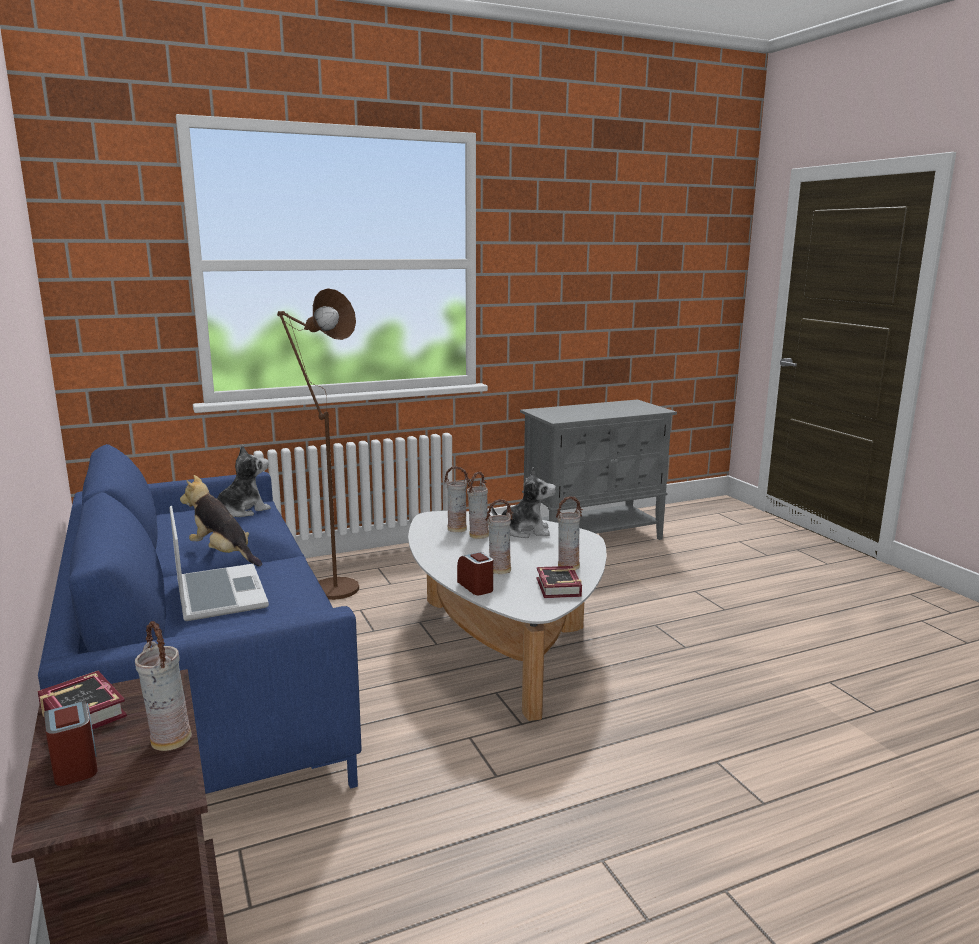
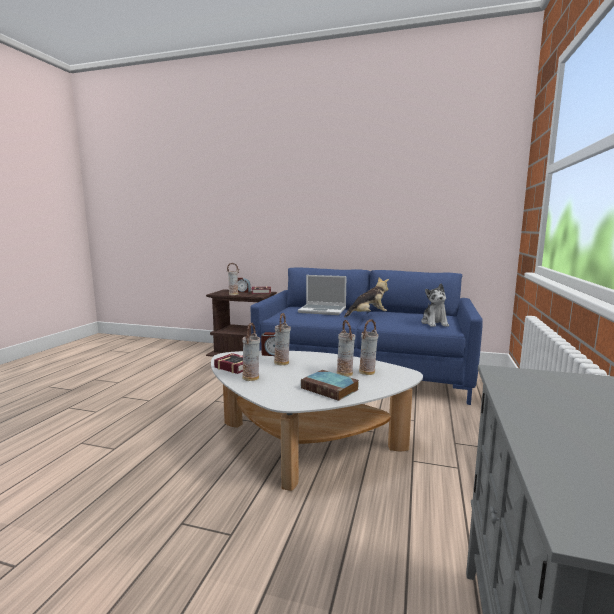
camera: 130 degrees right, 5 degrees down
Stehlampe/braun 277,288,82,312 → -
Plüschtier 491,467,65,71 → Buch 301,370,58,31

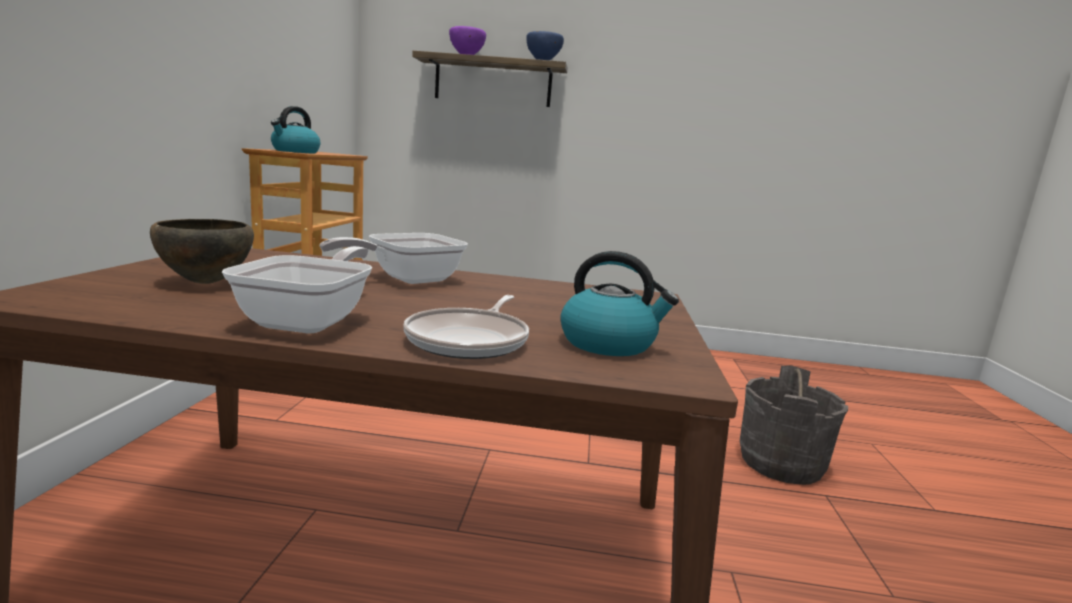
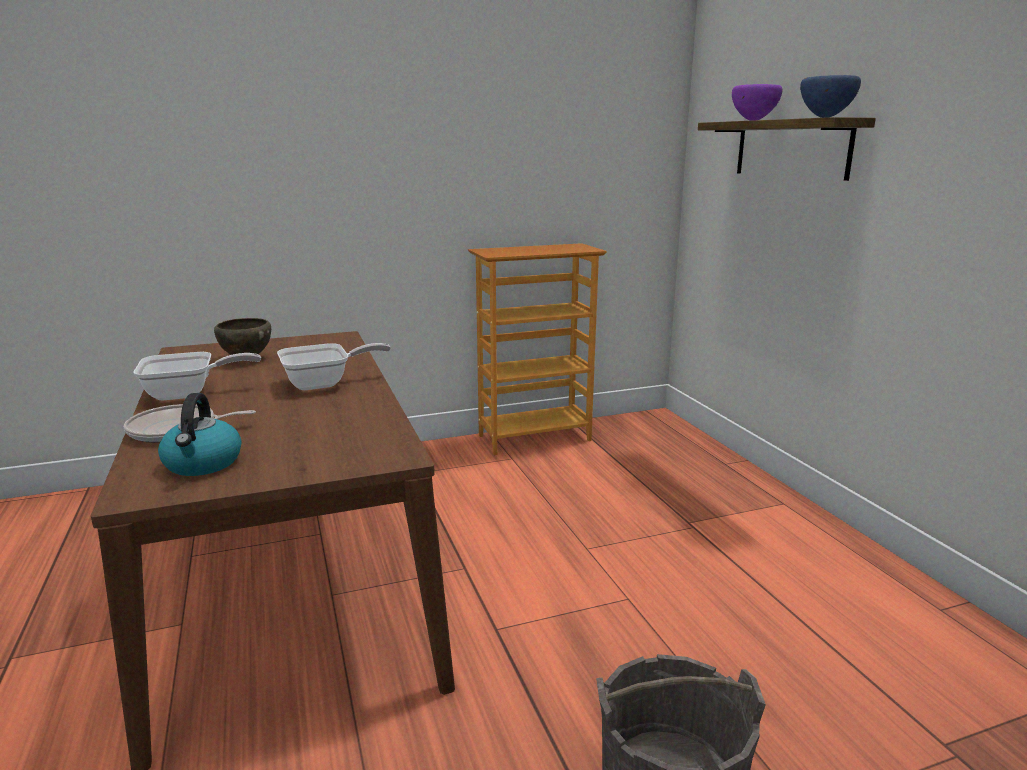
camera: 65 degrees right, 5 degrees up
Wasserkessel 271,106,50,48 → -
Pfanne 320,233,148,51 → Pfanne 277,343,114,47, 135 degrees clockwise

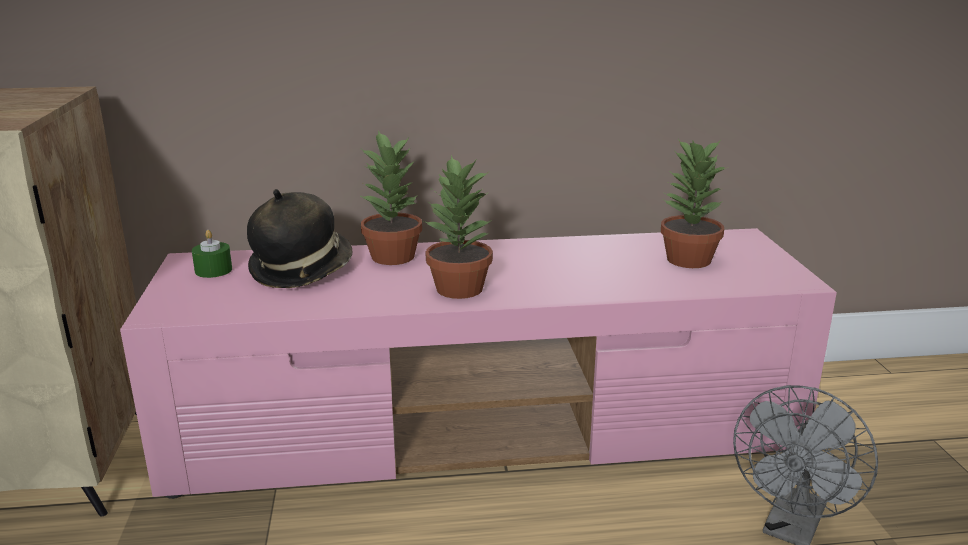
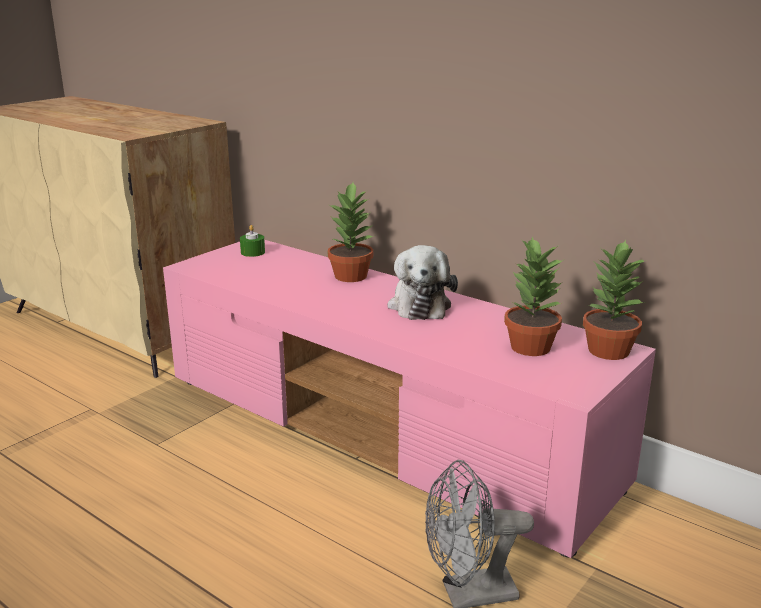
camera: 45 degrees right, 0 degrees up
Hut 247,189,105,99 → -
- → Plüschtier 387,245,71,75
Topfpflanze 424,155,69,144 → Topfpflanze 583,240,64,120, moved

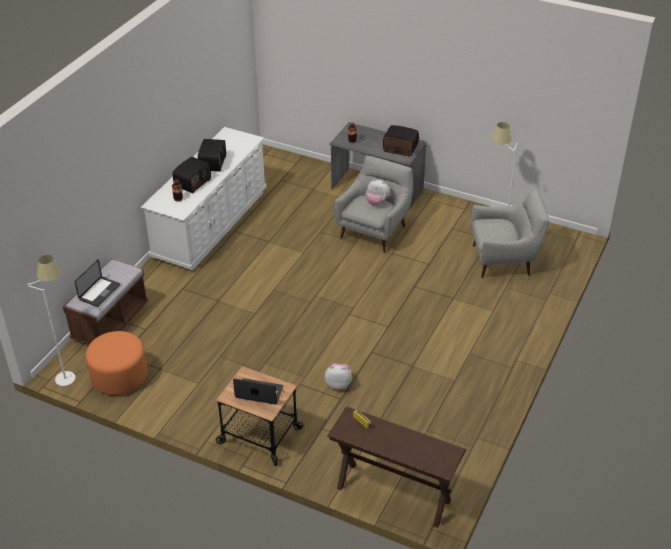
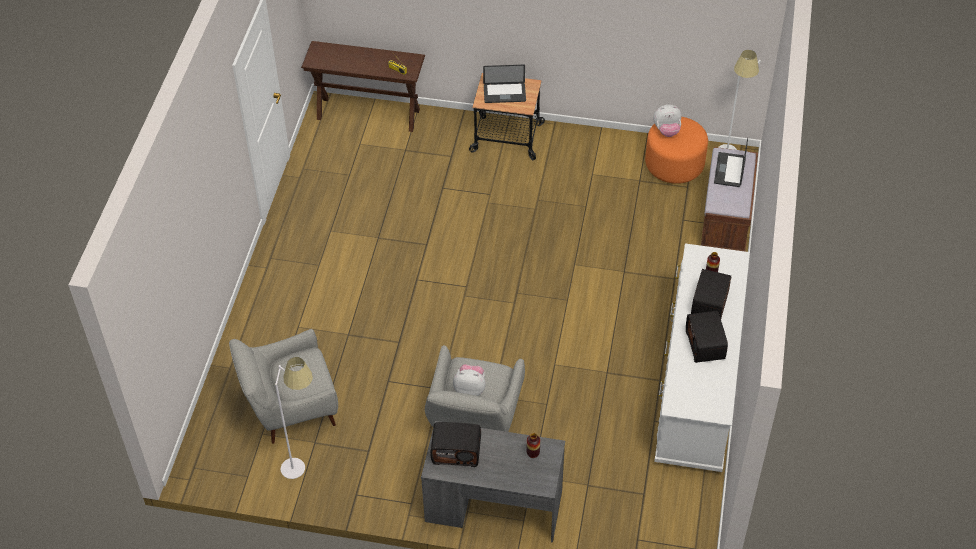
camera: 165 degrees right, 10 degrees up
Plüschtier 325,363,26,27 → Plüschtier 653,105,29,32, moved

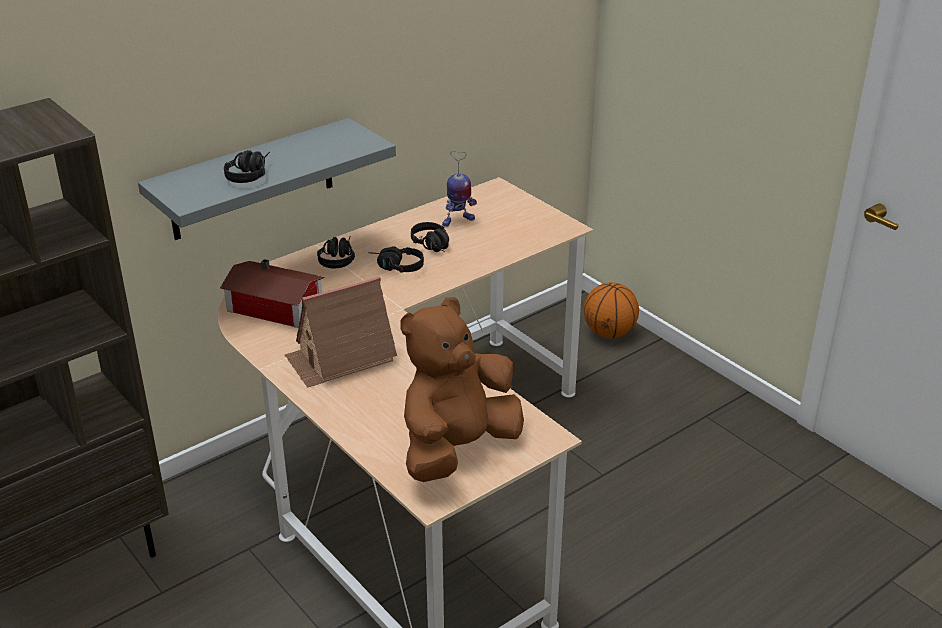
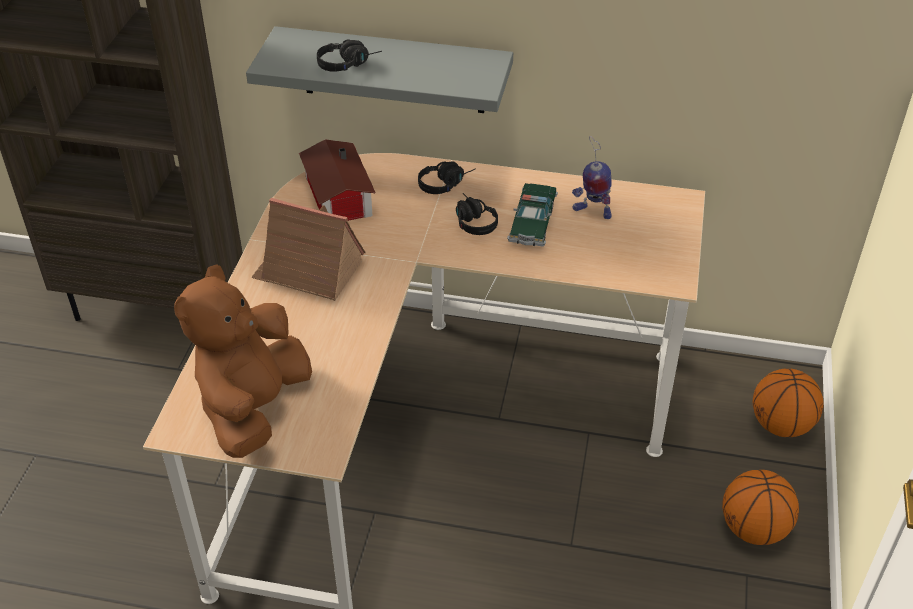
camera: 50 degrees right, 10 degrees up
- → Basketball 722,470,77,75
Kopfhörer/schwarz 411,222,38,30 → Spielzeugauto 507,183,51,63
Plüschtier/braun 400,297,124,185 → Plüschtier/braun 174,264,138,194, 75 degrees counterclockwise

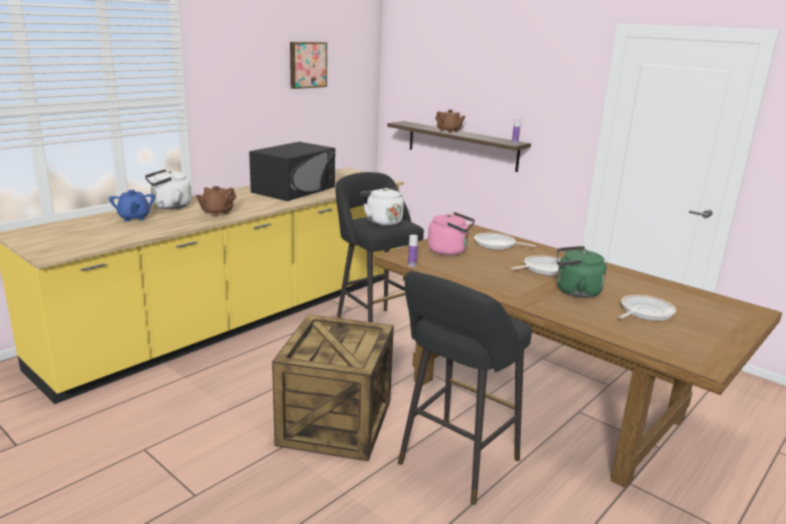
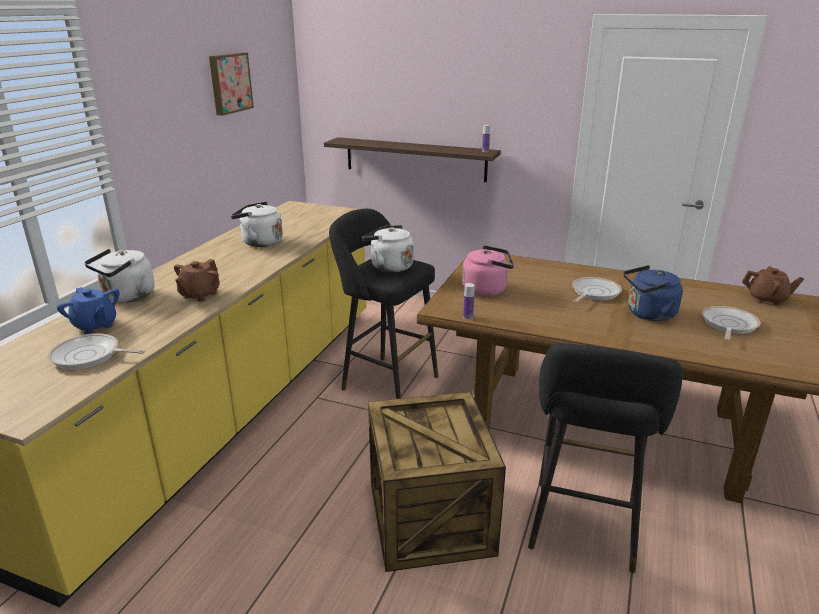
camera: 20 degrees left, 5 degrees up
Teekanne/braun 435,109,30,24 → Teekanne/braun 742,266,62,40, moved
Pfanne 474,233,62,17 → Pfanne 48,333,97,36, moved
Mikrowelle/schwarz 249,142,86,59 → Wasserkessel/weiß 231,202,52,45
Wasserkessel/grün 557,246,50,52 → Wasserkessel/blau 623,265,60,56

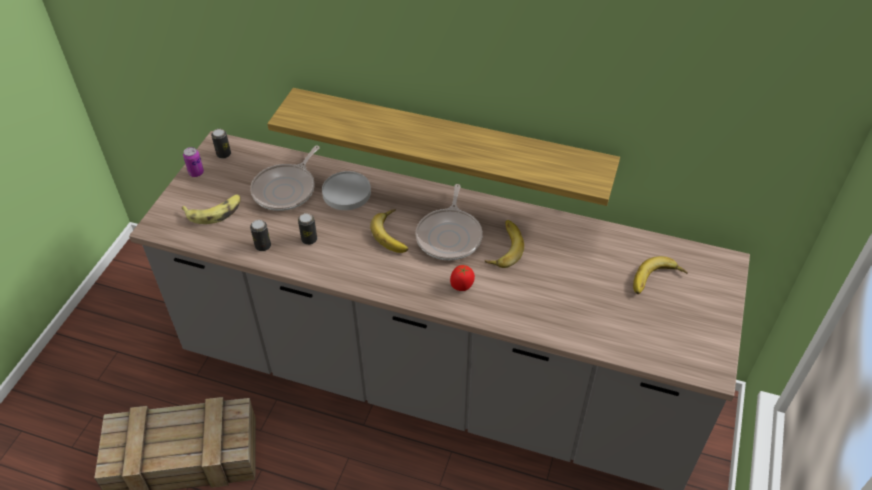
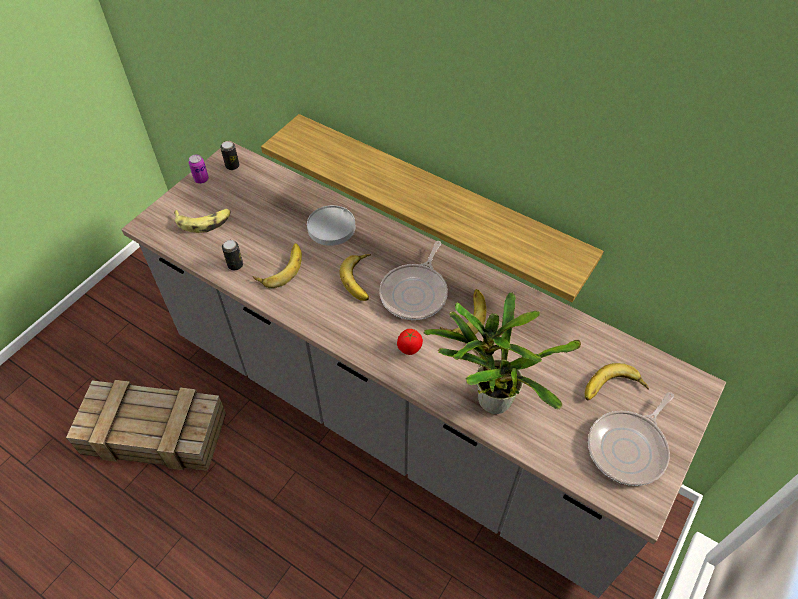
camera: 15 degrees right, 5 degrees up
- → Topfpflanze 423,292,158,122
Pfanne 250,146,70,65 → Pfanne 588,392,86,94, moved
Dose 298,213,19,32 → Banane 253,243,49,45

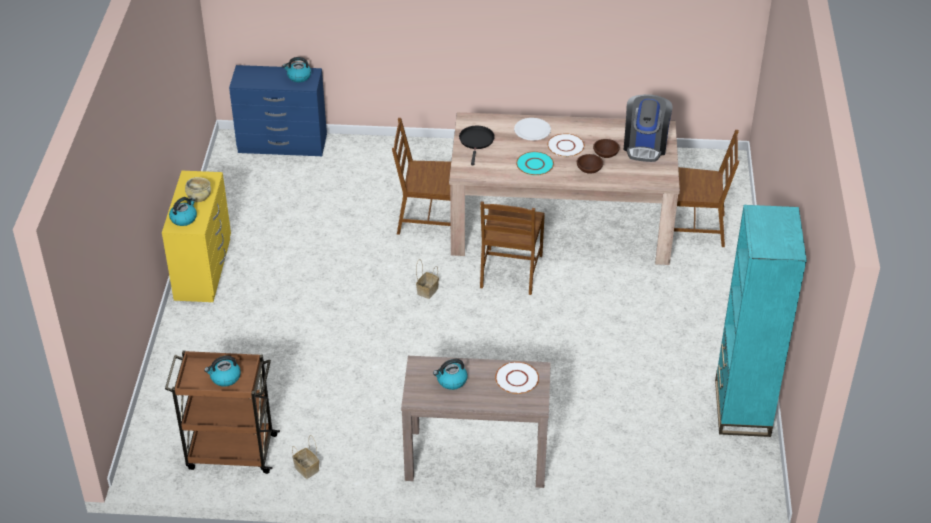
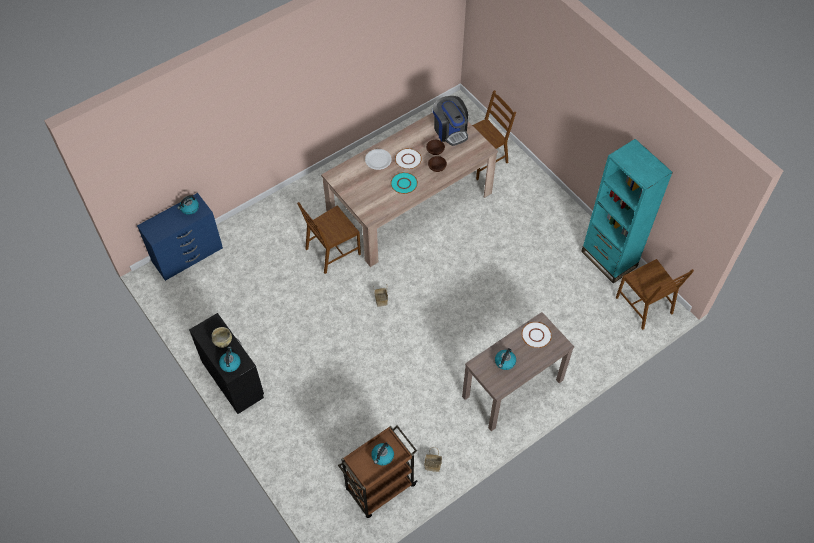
camera: 40 degrees left, 15 degrees up
Pfanne/schwarz 459,126,36,39 → -
Stuhl/braun 480,201,65,94 → Stuhl/braun 616,259,78,71, moved
Kommode/gelb 162,171,69,131 → Kommode/schwarz 189,313,75,101

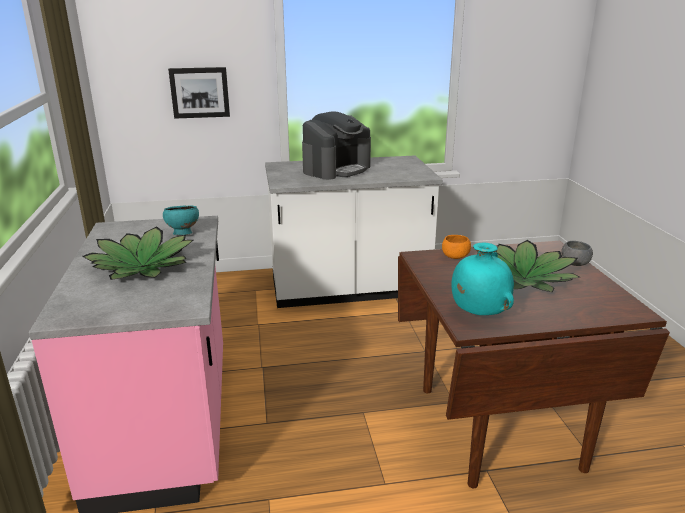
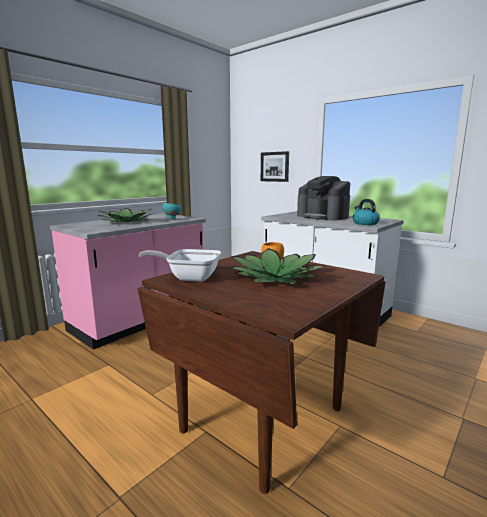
camera: 50 degrees right, 10 degrees down
Schüssel/grau 561,241,32,25 → -
- → Wasserkessel 353,199,27,26
Vase/türkis 451,243,63,72 → Pfanne 139,249,82,33
Kaffeemaschine 302,111,69,69 → Kaffeemaschine 297,176,53,44, 45 degrees clockwise

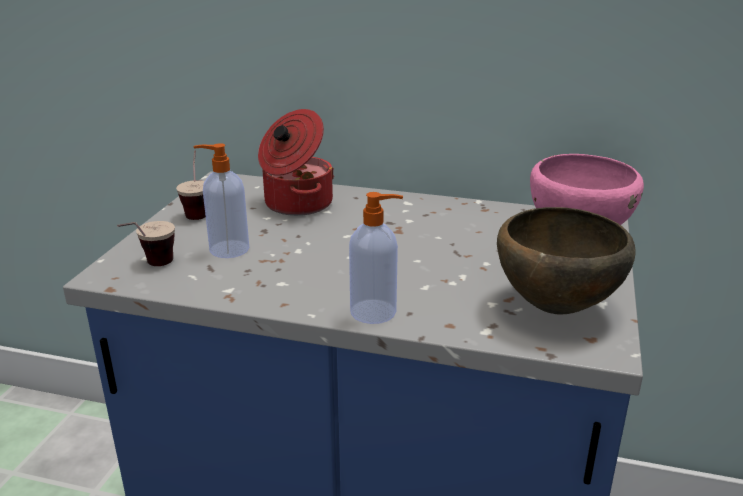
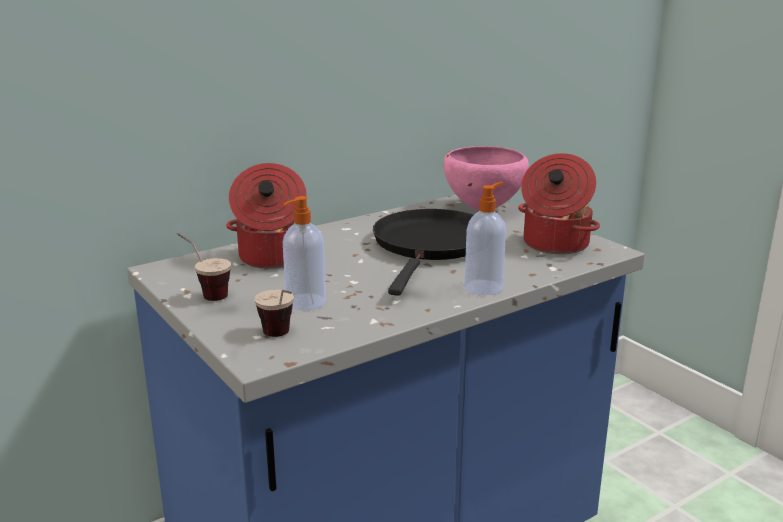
camera: 50 degrees left, 5 degrees down
- → Pfanne/schwarz 373,209,100,87
Schüssel/braun 497,207,139,108 → Kochtopf 518,153,82,101

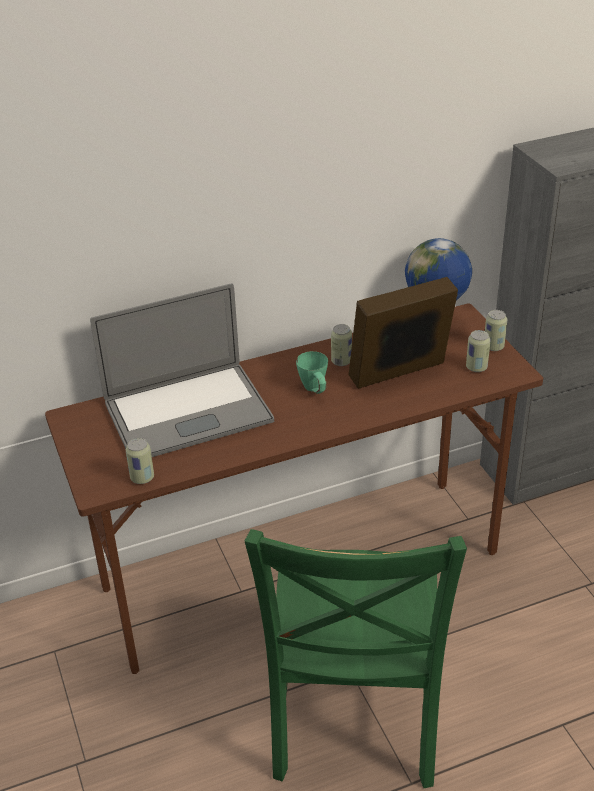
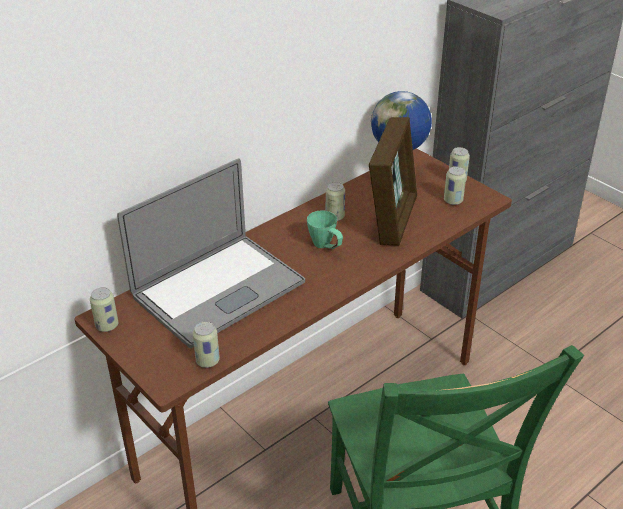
camera: 20 degrees left, 0 degrees up
- → Dose 90,287,28,45
Bilderrahmen 349,277,109,112 → Bilderrahmen 369,117,48,128, 150 degrees clockwise

